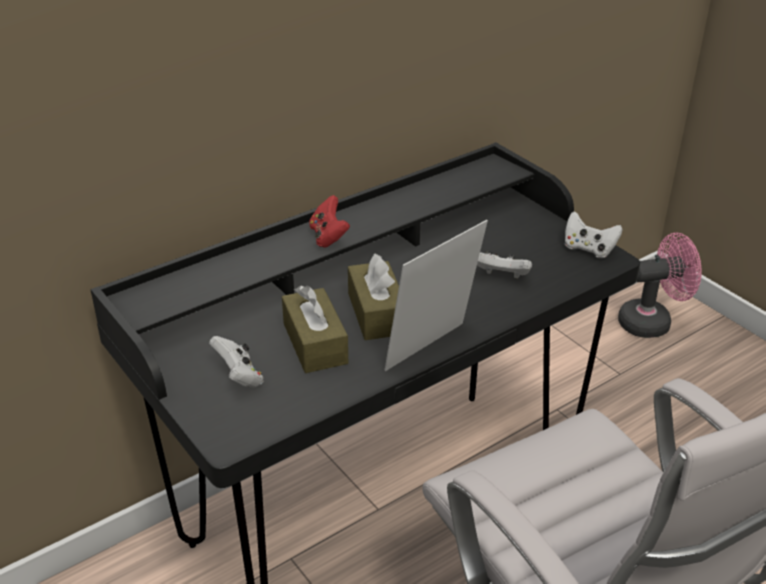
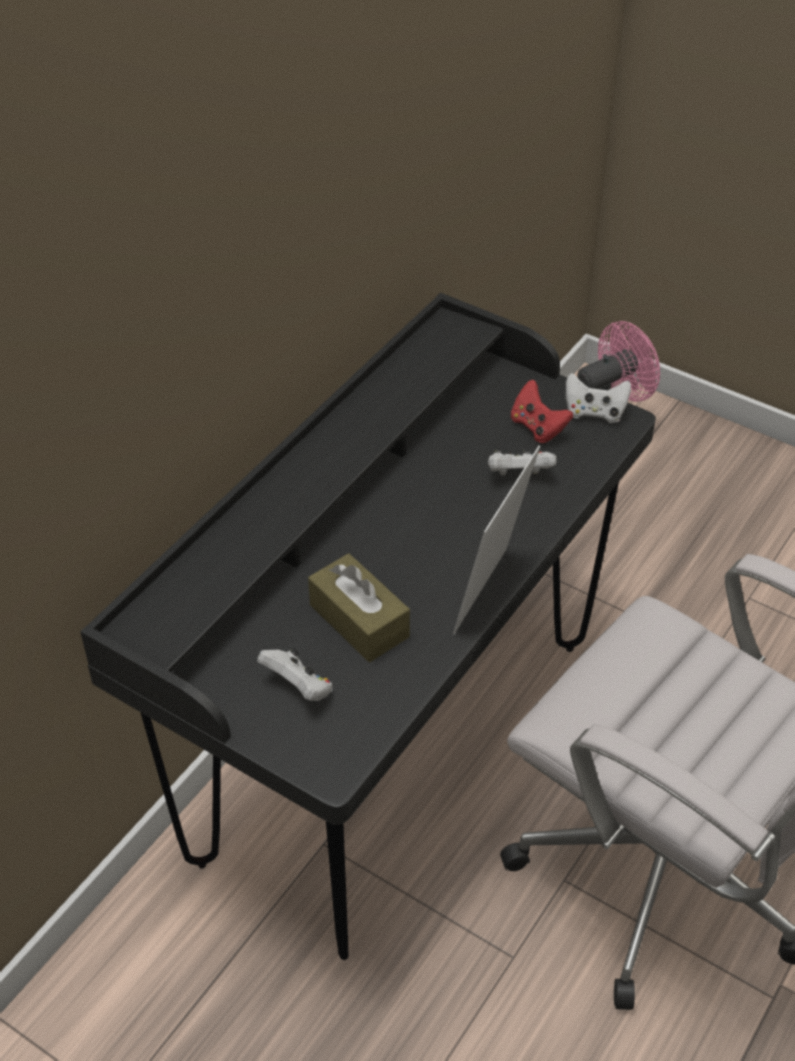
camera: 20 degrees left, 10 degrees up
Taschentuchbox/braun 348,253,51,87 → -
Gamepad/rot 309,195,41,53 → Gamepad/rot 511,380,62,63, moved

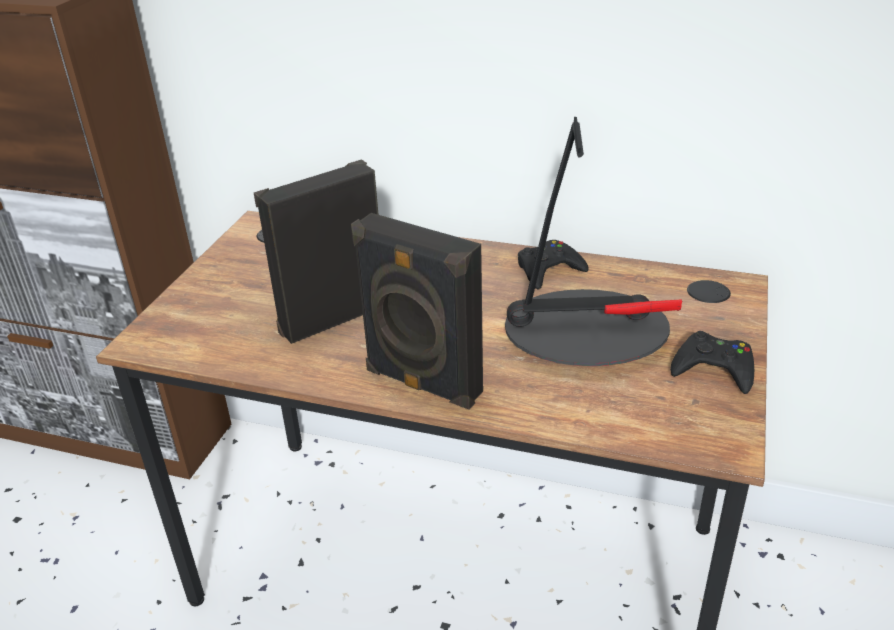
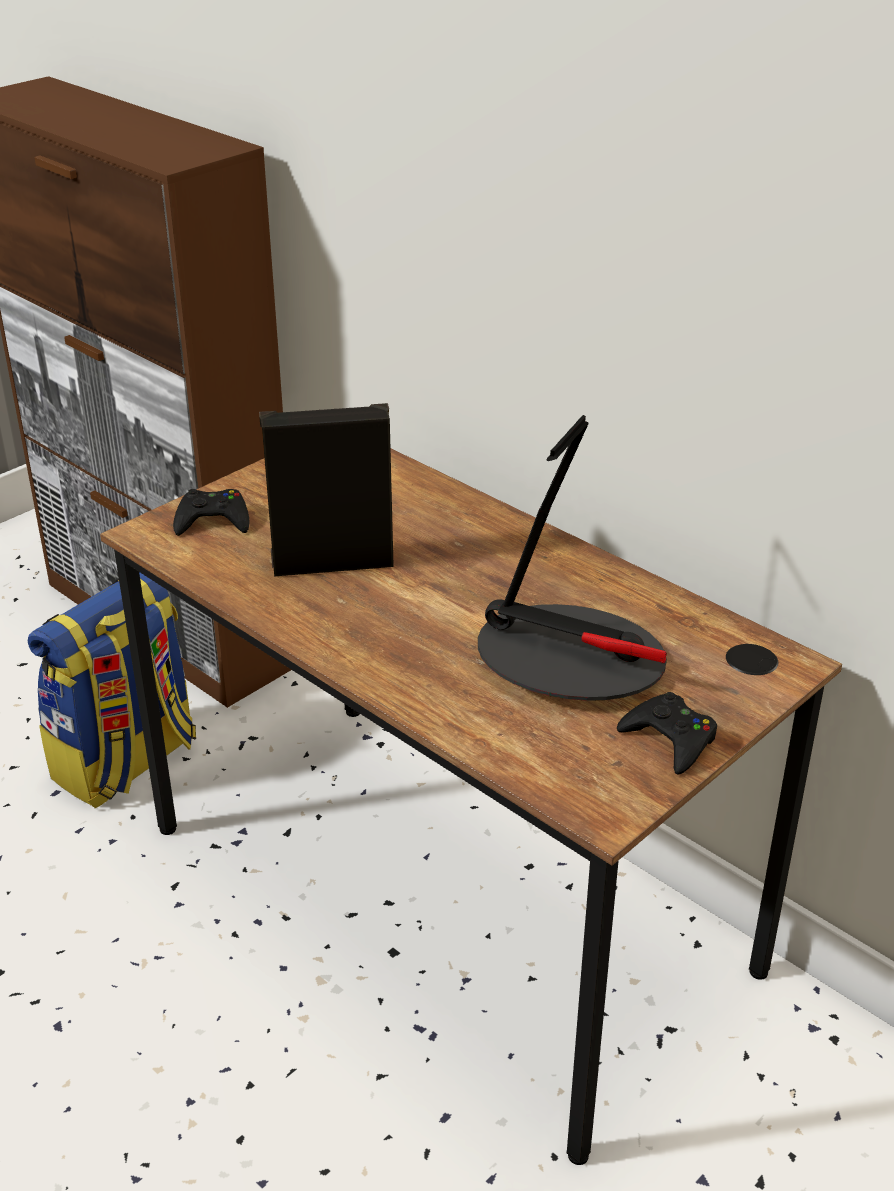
camera: 25 degrees right, 0 degrees up
Lautsprecher/schwarz 351,213,132,197 → -
- → Rucksack 28,572,168,236
Gamepad/schwarz 518,240,71,50 → Gamepad/schwarz 173,489,77,47, moved

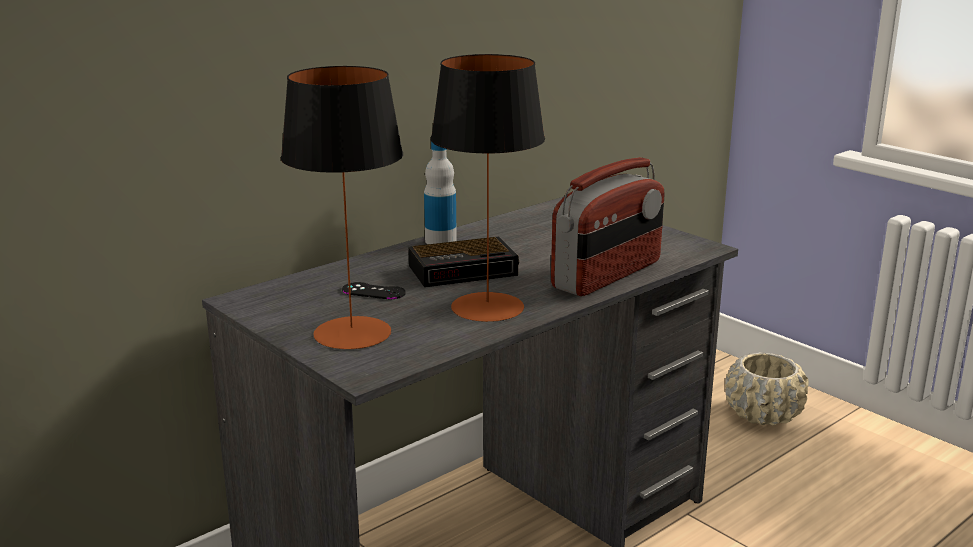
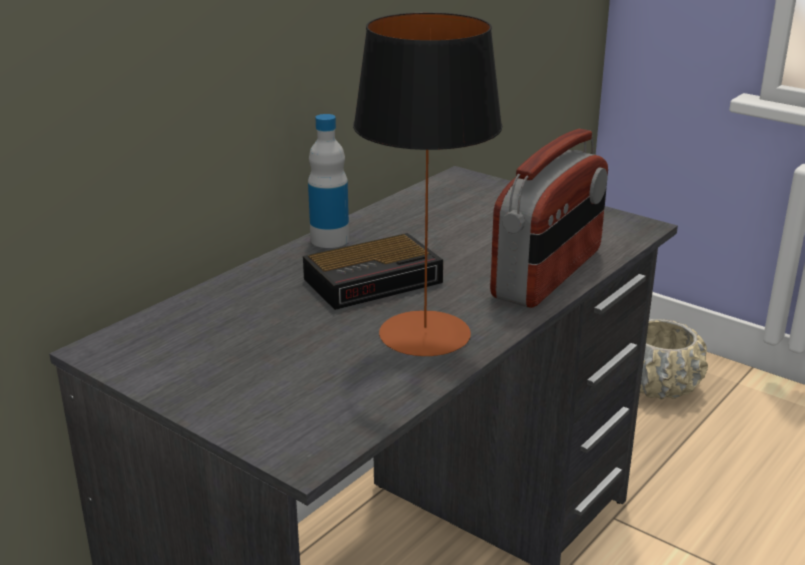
camera: 10 degrees left, 5 degrees up
Tischlampe 281,66,122,283 → -
Gamepad/schwarz 342,282,64,17 → -

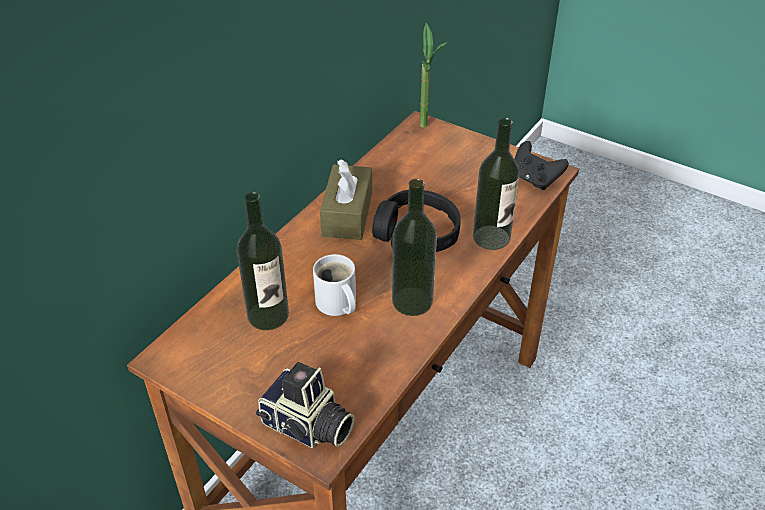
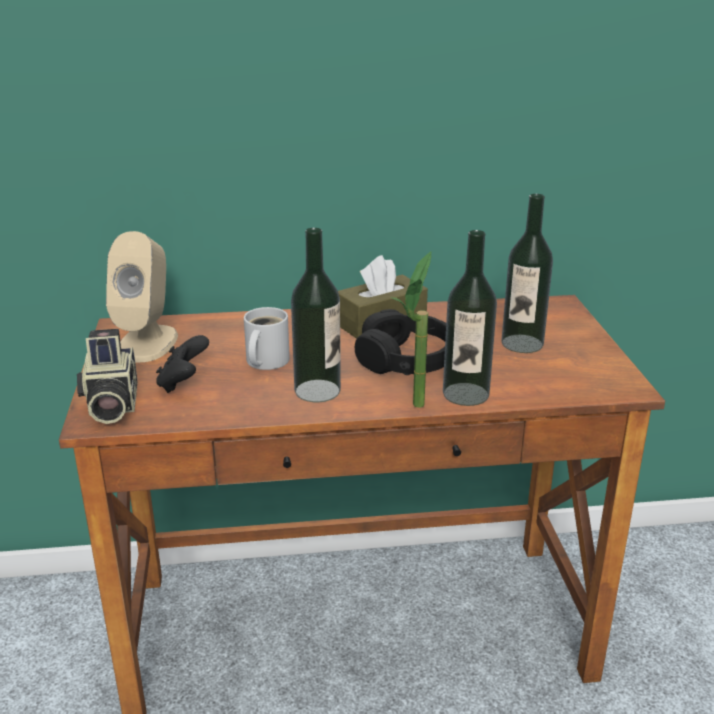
camera: 50 degrees right, 15 degrees down
- → Lautsprecher/beige 106,231,72,131
Flasche 236,192,53,138 → Flasche 502,194,51,159, moved
Topfpflanze 420,23,27,105 → Topfpflanze 391,251,40,157, moved
Gamepad/schwarz 515,141,54,49 → Gamepad/schwarz 156,335,53,58, moved

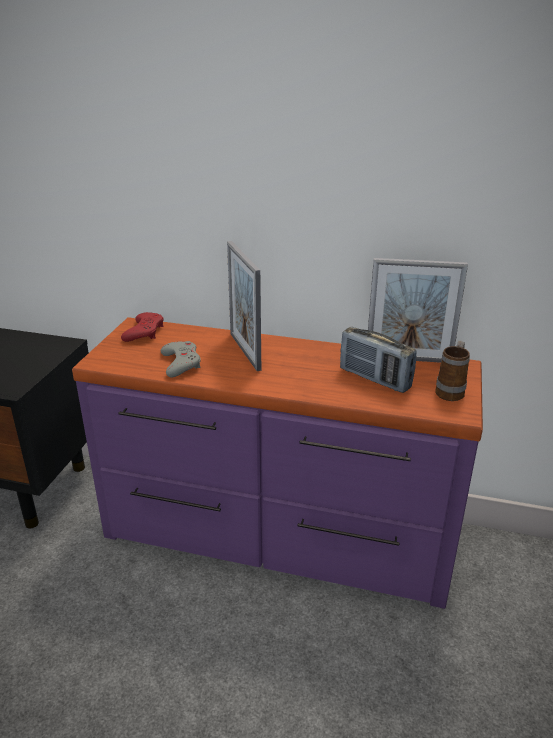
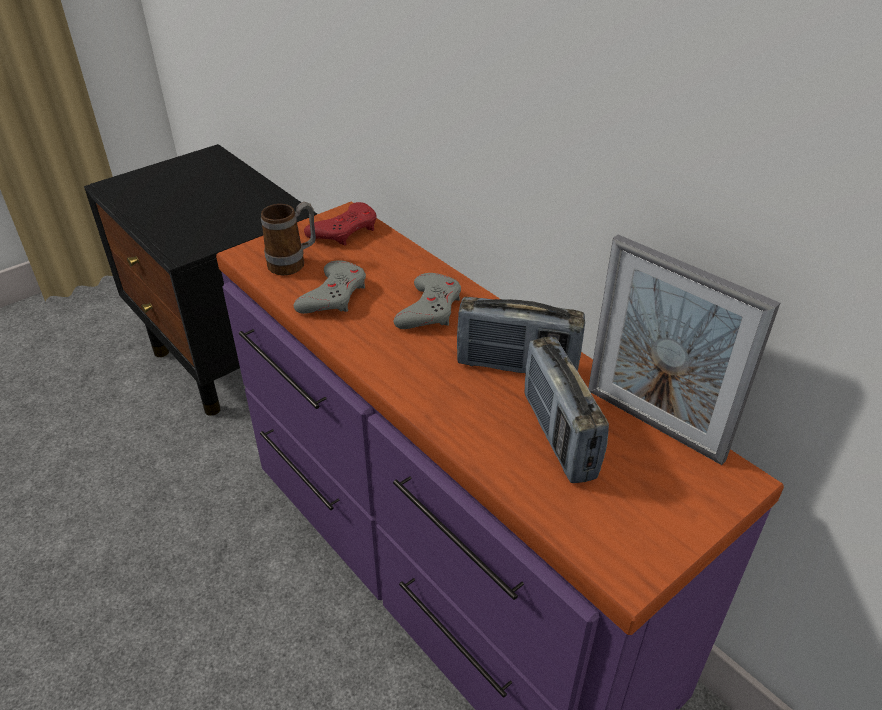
camera: 35 degrees right, 10 degrees up
- → Radio 457,297,128,76
Henkelbecher 435,341,35,60 → Henkelbecher 261,202,55,73, moved
Bilderrahmen 227,241,34,130 → Gamepad/grau 393,273,68,56

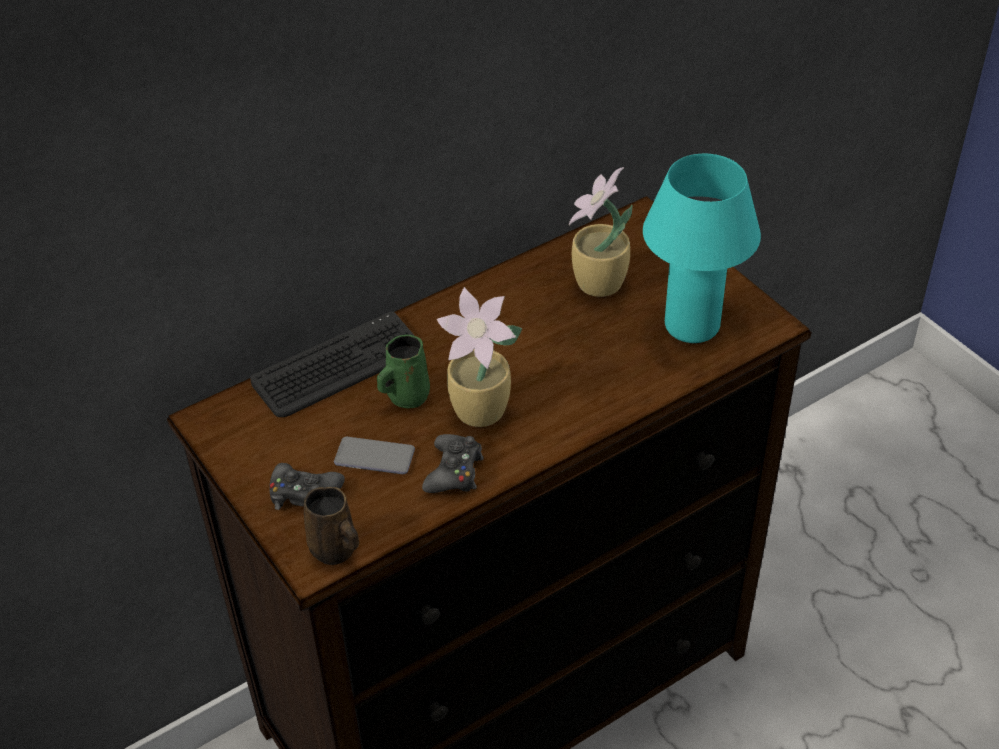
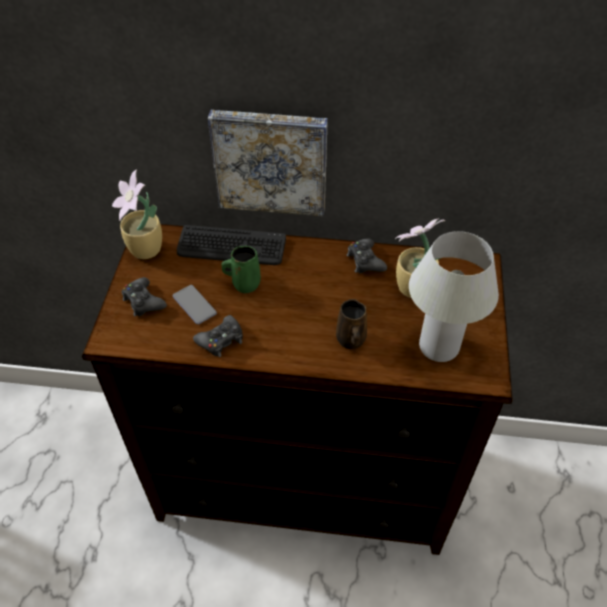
camera: 40 degrees right, 5 degrees up
- → Bild 208,110,120,106
- → Gamepad/schwarz 347,239,40,34
Henkelbecher/braun 304,487,55,78 → Henkelbecher/braun 336,299,31,50, moved
Topfpflanze 436,287,86,140 → Topfpflanze 112,170,50,89, moved
Tischlampe/türkis 643,154,118,189 → Tischlampe/weiß 409,231,90,131

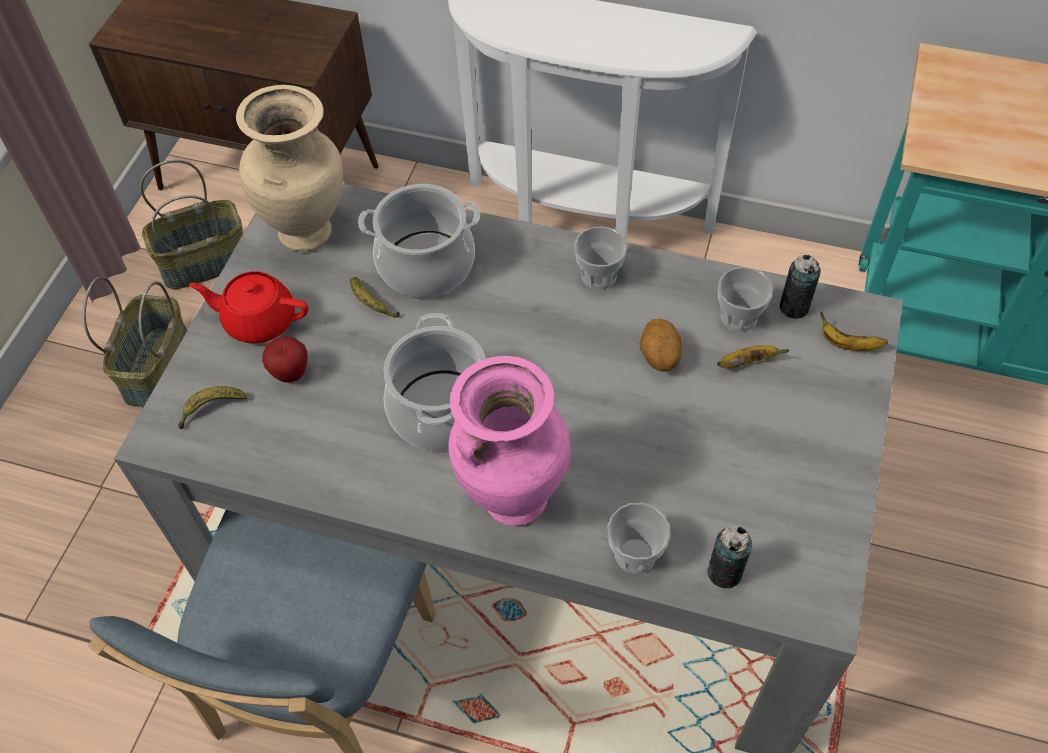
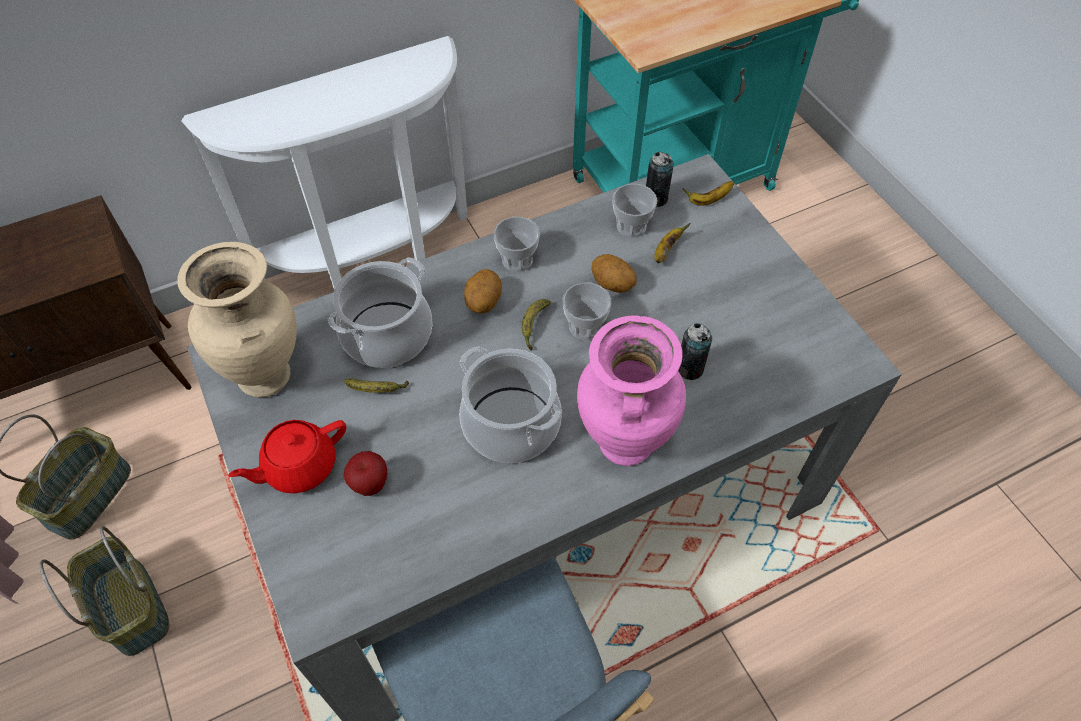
camera: 45 degrees left, 0 degrees up
- → Kartoffel 464,269,38,45
Banane 178,386,69,43 → Banane 522,299,29,52, moved
Tasse 607,503,64,70 → Tasse 563,282,48,58, moved
Dose 707,526,45,62 → Dose 678,323,34,57, moved

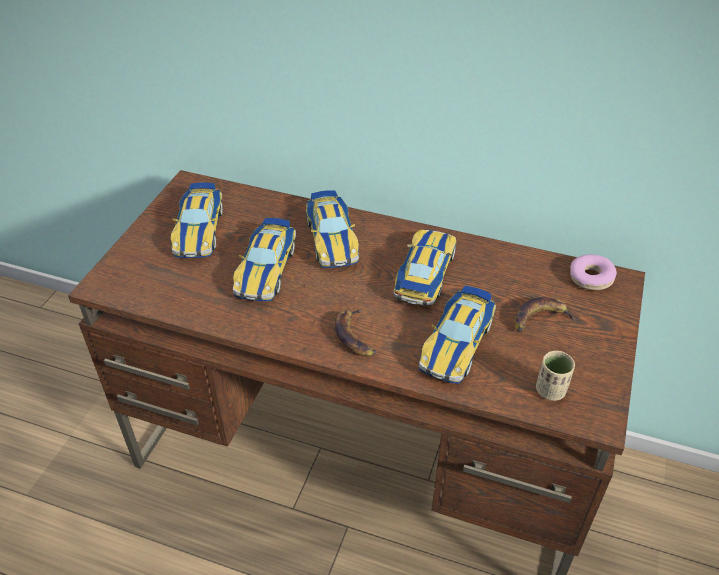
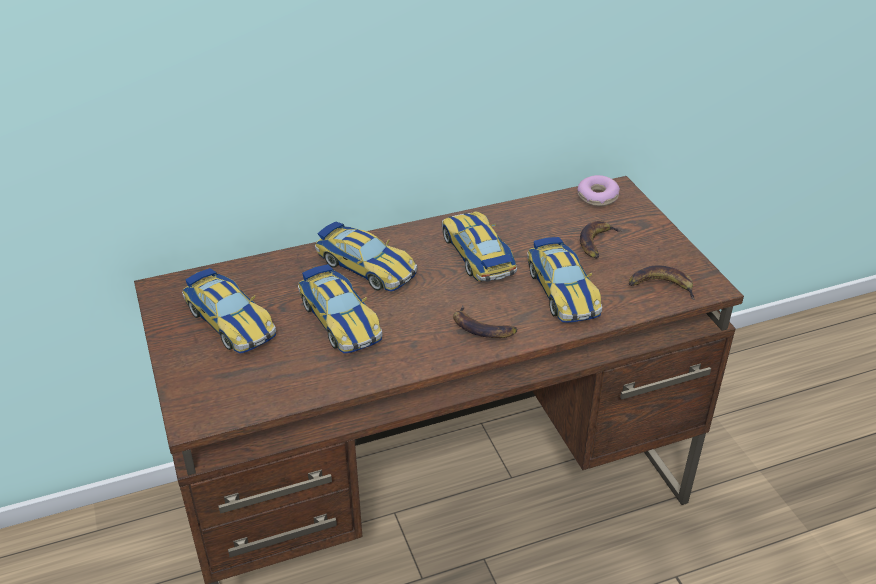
camera: 40 degrees left, 5 degrees down
Tasse/beige 536,351,39,50 → Banane 629,266,66,34

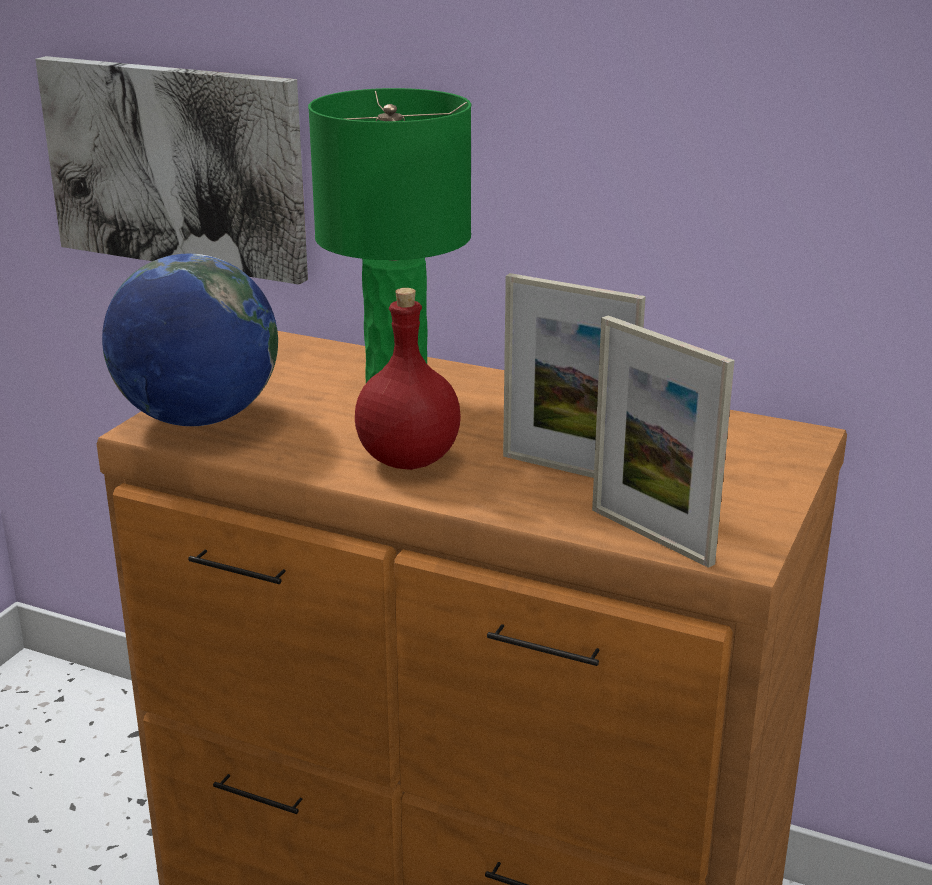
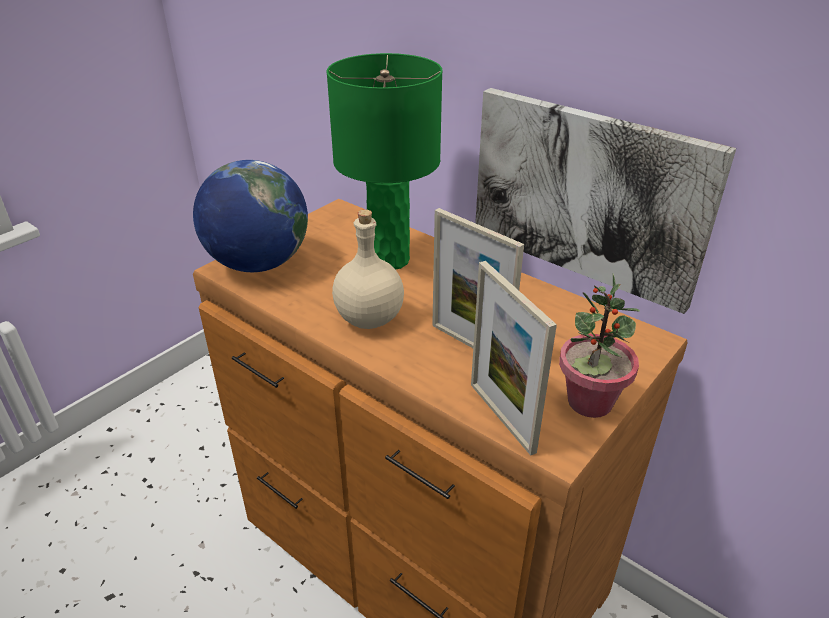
camera: 15 degrees right, 10 degrees up
- → Topfpflanze 559,274,81,144
Bild 35,56,273,229 → Bild 475,88,261,226, moved
Flasche/rot 355,288,106,182 → Flasche/beige 332,209,72,120

